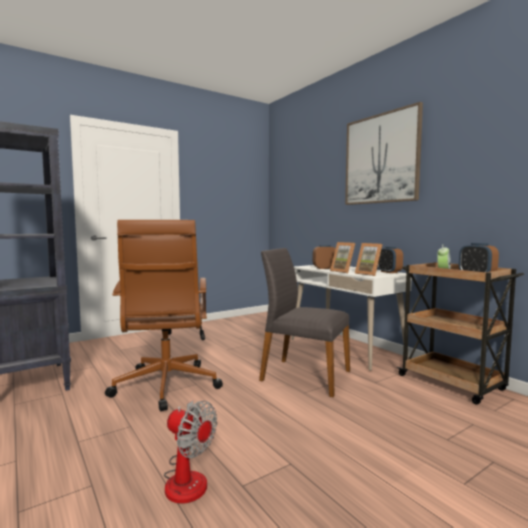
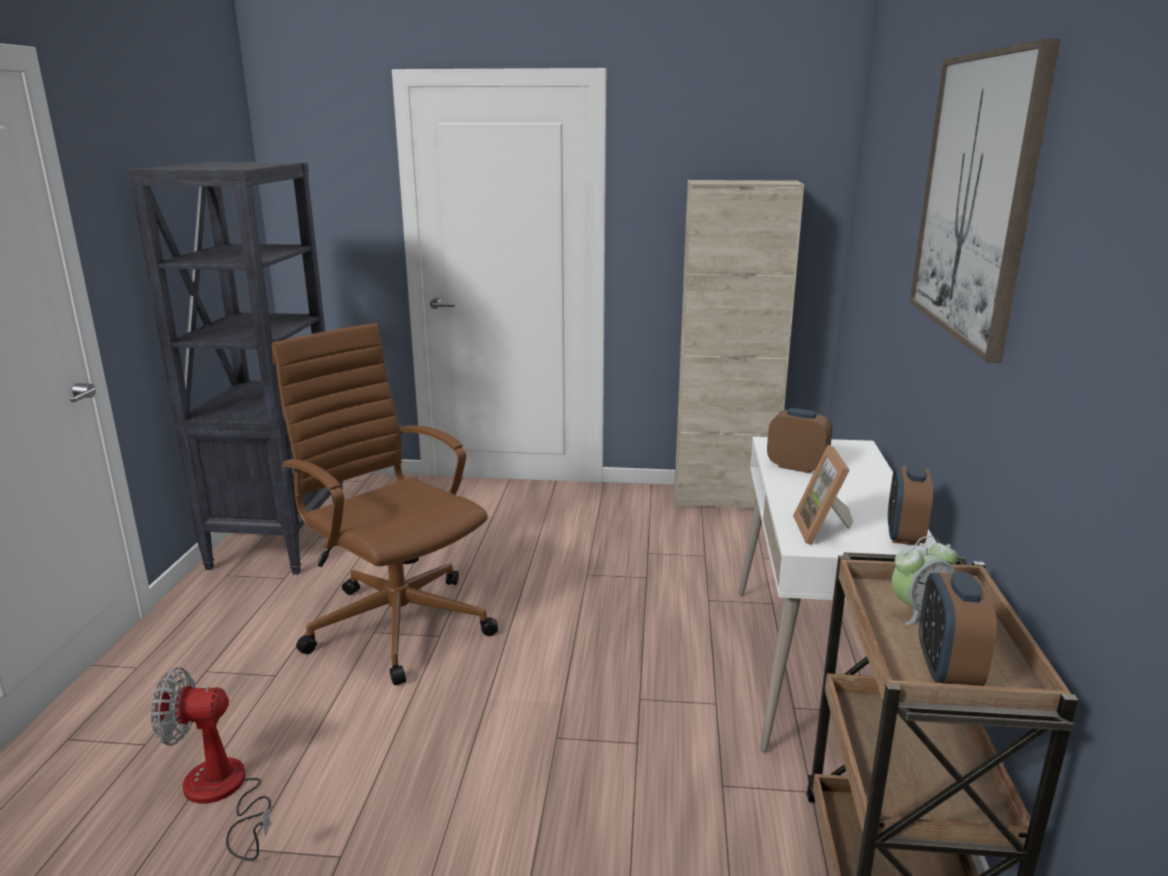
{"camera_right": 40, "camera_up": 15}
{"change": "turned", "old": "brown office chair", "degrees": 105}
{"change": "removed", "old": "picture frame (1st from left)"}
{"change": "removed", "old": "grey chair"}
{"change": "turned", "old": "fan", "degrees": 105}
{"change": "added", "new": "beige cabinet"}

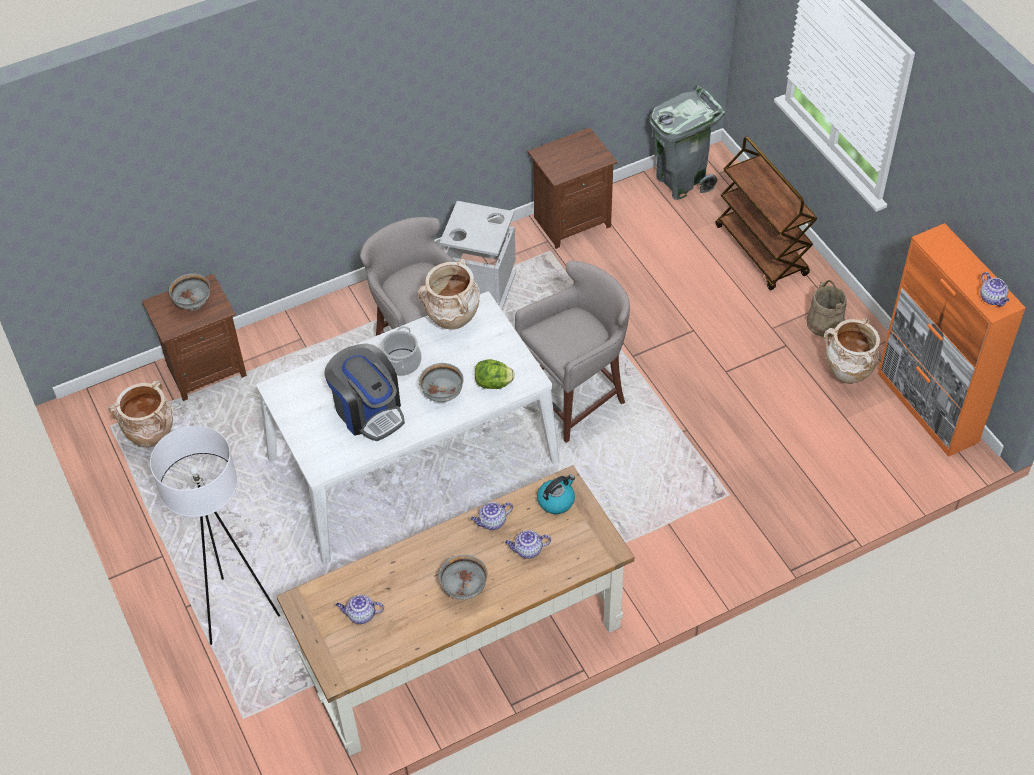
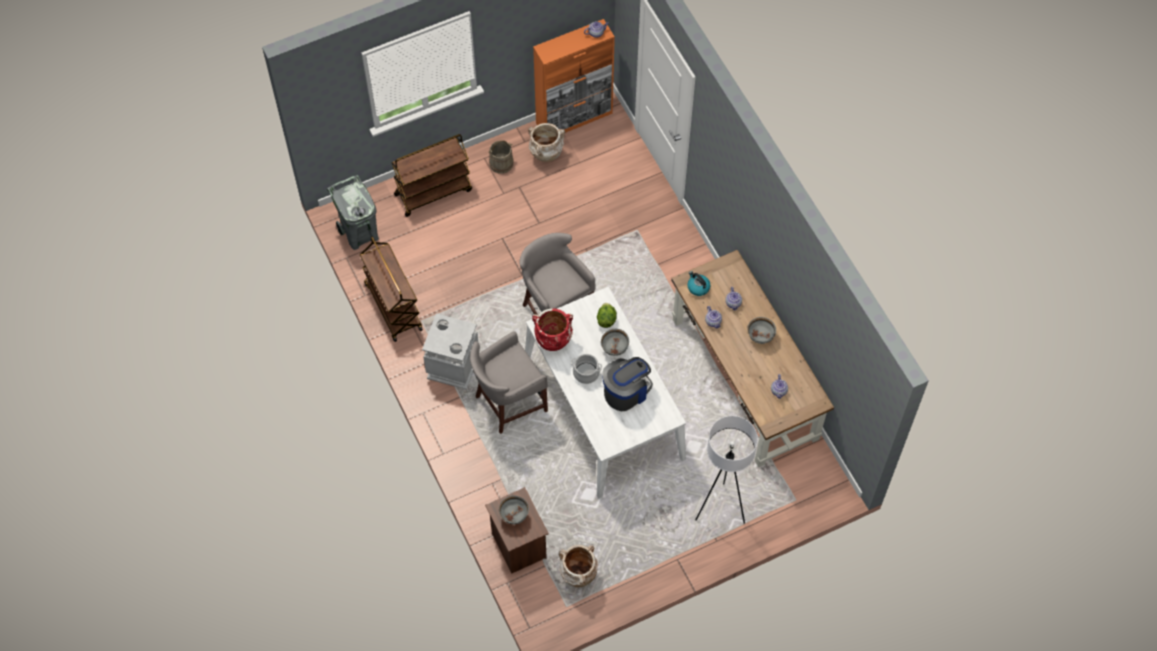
{"camera_right": -90, "camera_up": 10}
{"change": "replaced", "old": "brown nightstand (2nd from left)", "new": "brown cart (1st from left)"}
{"change": "recoloured", "old": "beige vase (2nd from left)", "new": "red vase"}

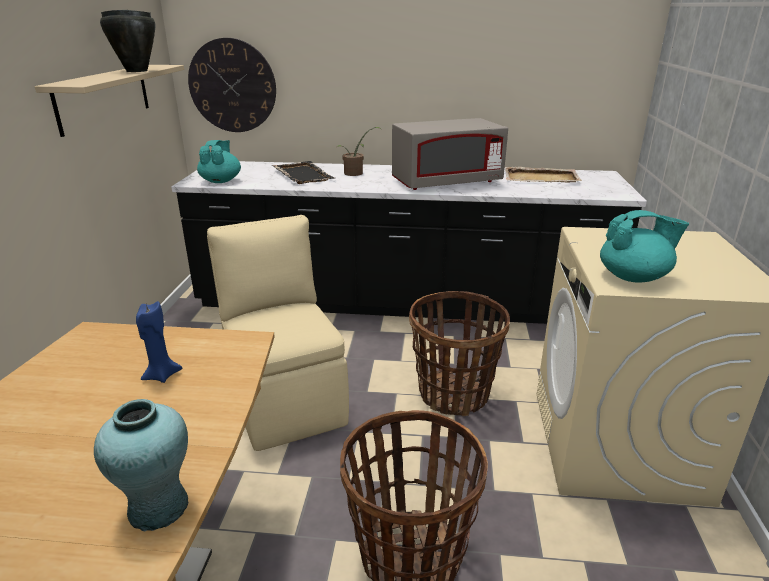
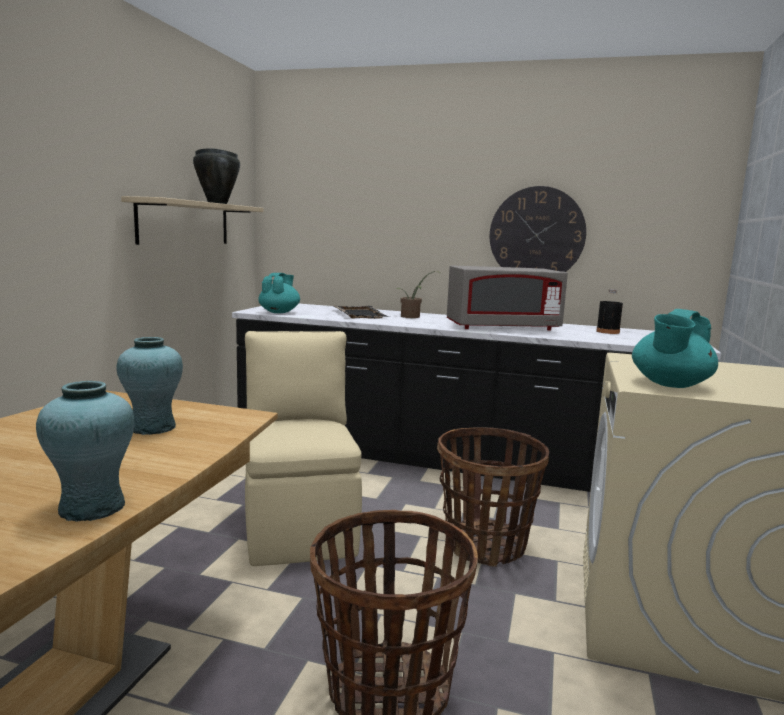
{"camera_right": 10, "camera_up": -15}
{"change": "moved", "old": "wall clock"}
{"change": "replaced", "old": "beige tray", "new": "black bottle"}
{"change": "turned", "old": "turquoise teapot (2nd from left)", "degrees": 120}
{"change": "replaced", "old": "blue candle", "new": "turquoise vase (2nd from left)"}

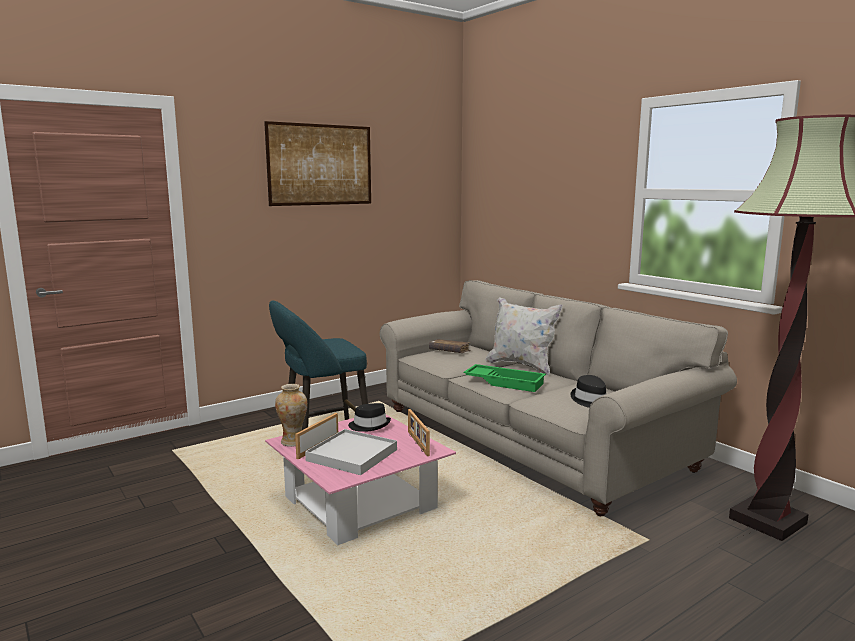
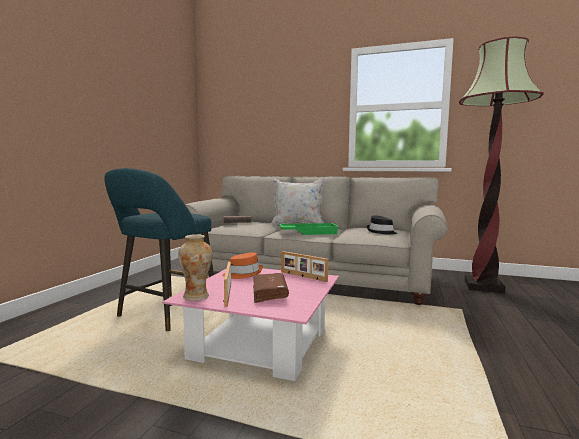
{"camera_right": -35, "camera_up": -5}
{"change": "removed", "old": "picture"}
{"change": "recoloured", "old": "black hat (1st from left)", "new": "orange hat"}
{"change": "replaced", "old": "white tray", "new": "brown book (2nd from left)"}

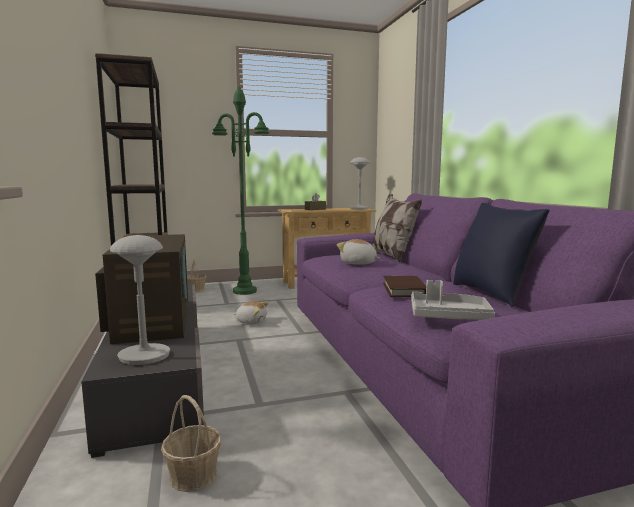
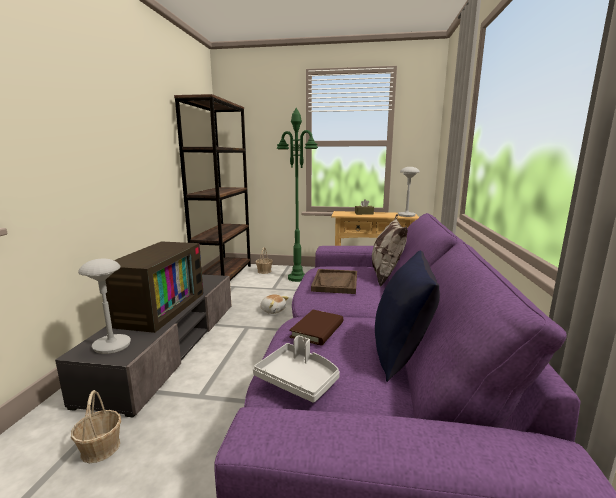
{"camera_right": 25, "camera_up": 5}
{"change": "replaced", "old": "plush toy (2nd from left)", "new": "brown tray"}

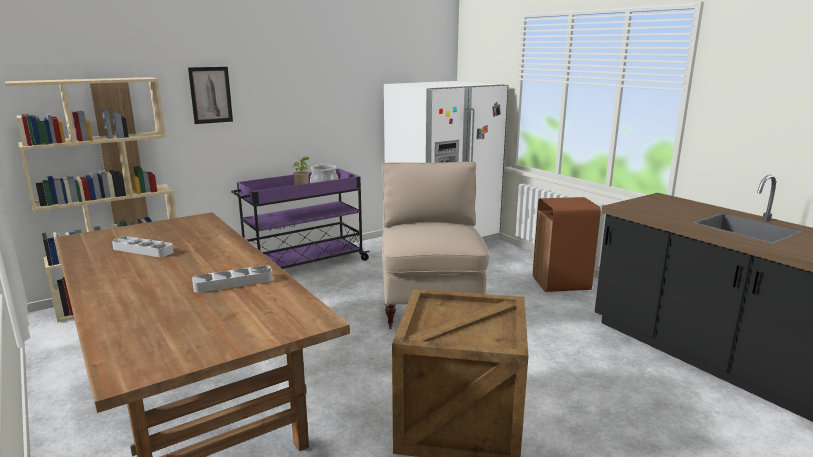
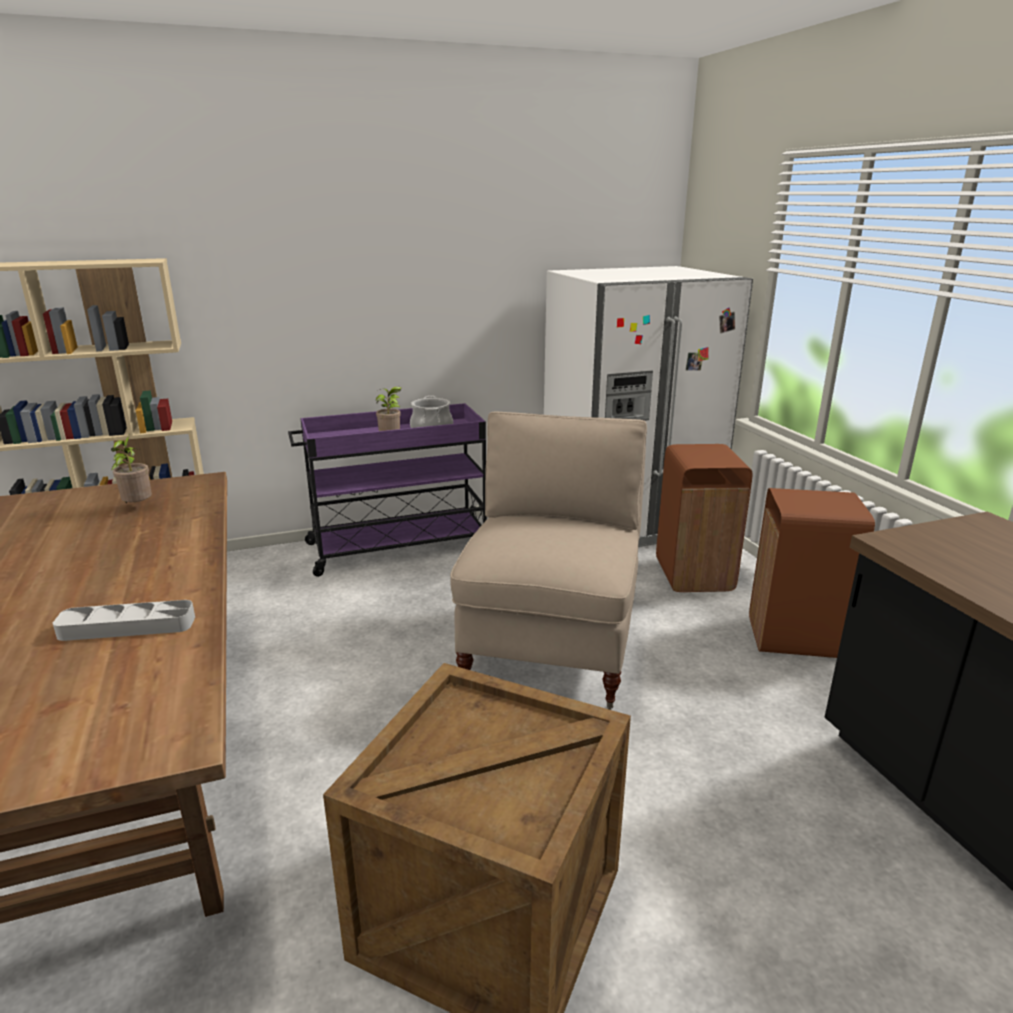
{"camera_right": 15, "camera_up": 5}
{"change": "removed", "old": "picture"}
{"change": "removed", "old": "grey tray (1st from left)"}
{"change": "added", "new": "potted plant (1st from left)"}
{"change": "added", "new": "brown trash can (1st from left)"}

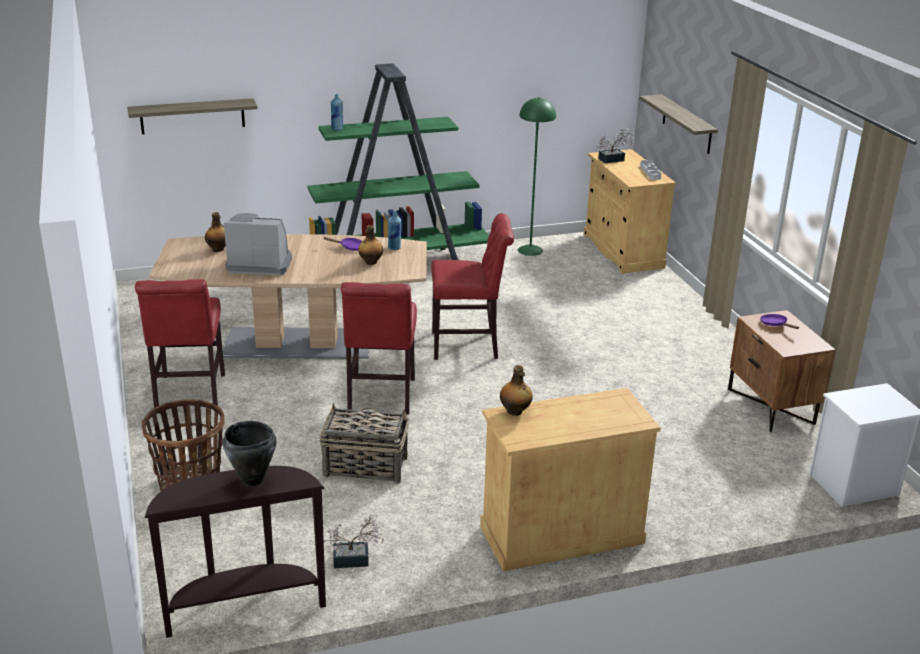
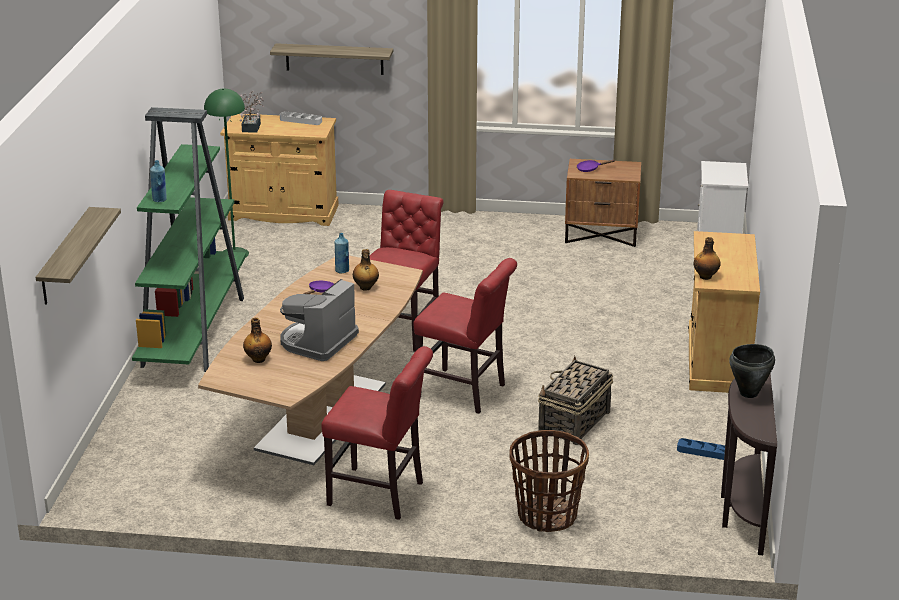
{"camera_right": -65, "camera_up": 0}
{"change": "replaced", "old": "potted plant (1st from left)", "new": "blue tray"}

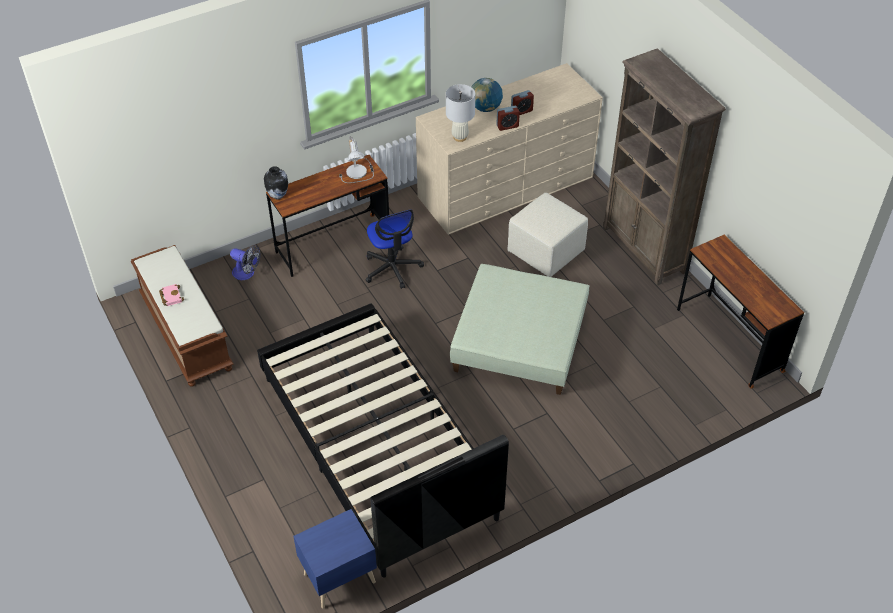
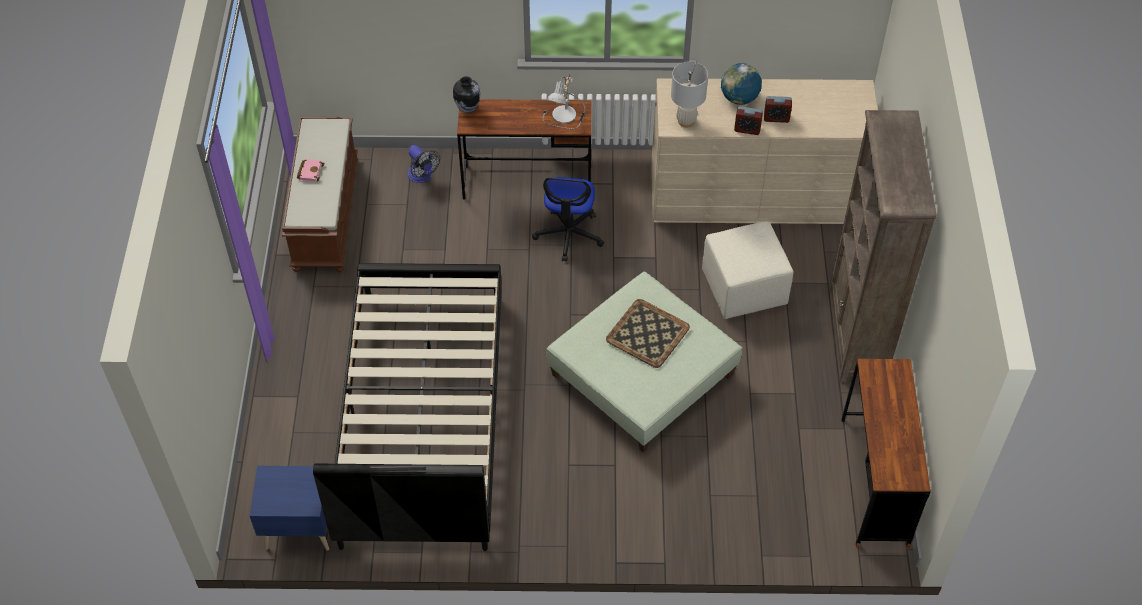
{"camera_right": 30, "camera_up": 5}
{"change": "added", "new": "tray"}

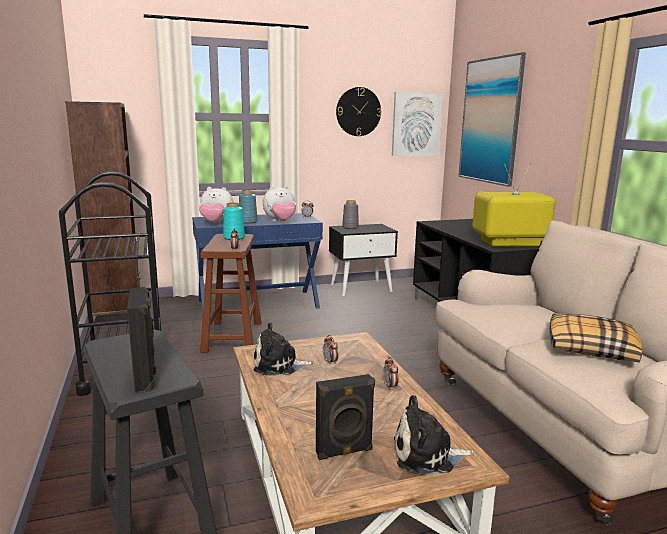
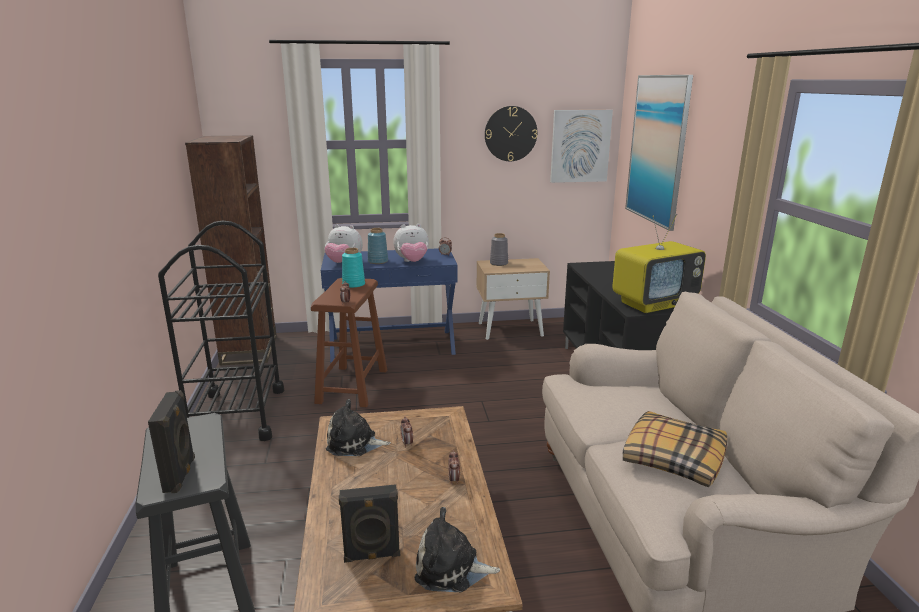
{"camera_right": 10, "camera_up": 5}
{"change": "turned", "old": "television", "degrees": 150}
{"change": "recoloured", "old": "black nightstand", "new": "beige nightstand"}

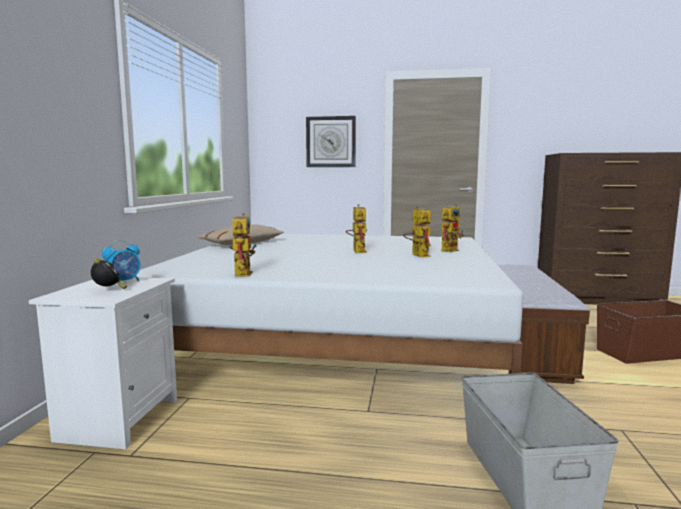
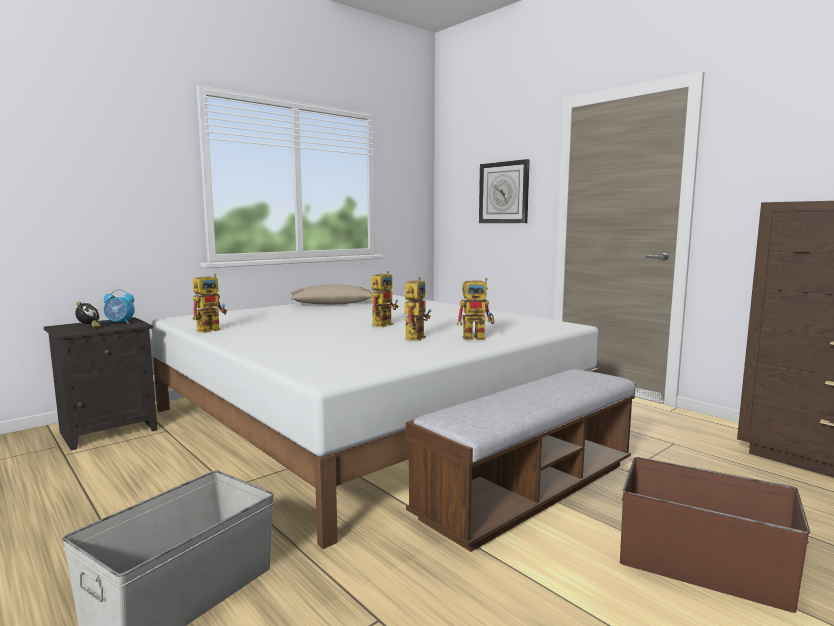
{"camera_right": 40, "camera_up": 0}
{"change": "recoloured", "old": "white nightstand", "new": "black nightstand"}

